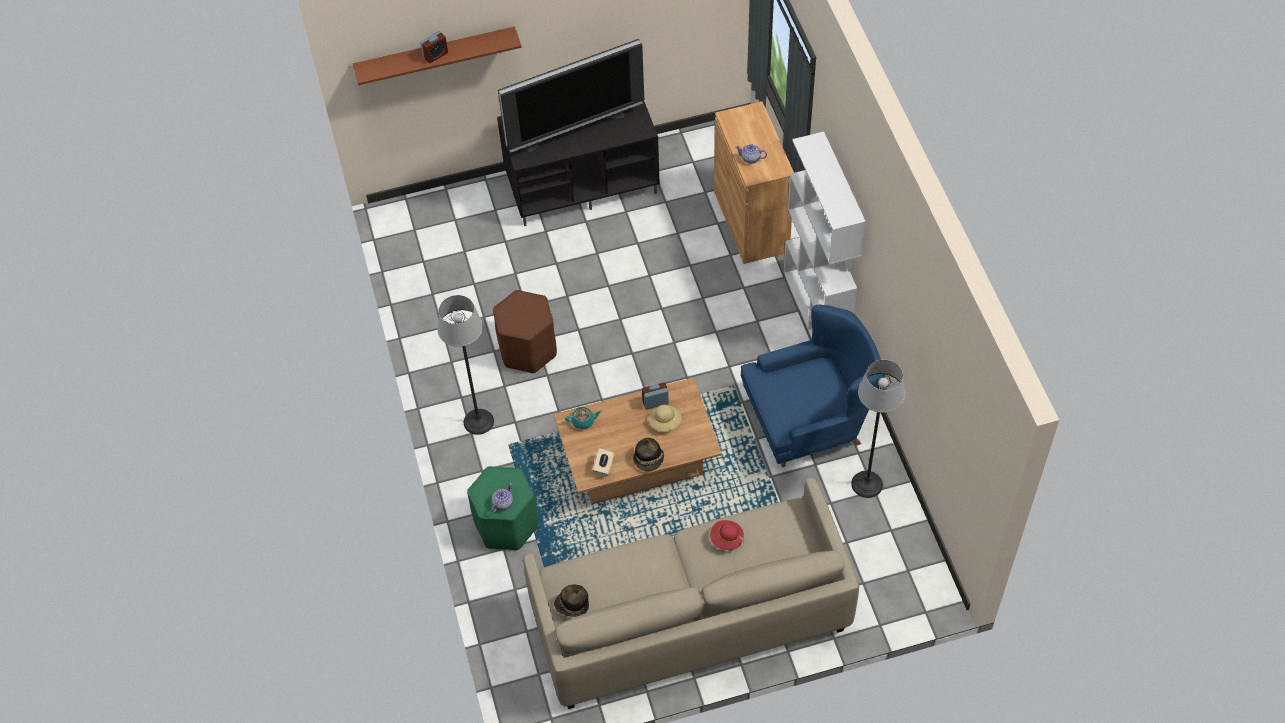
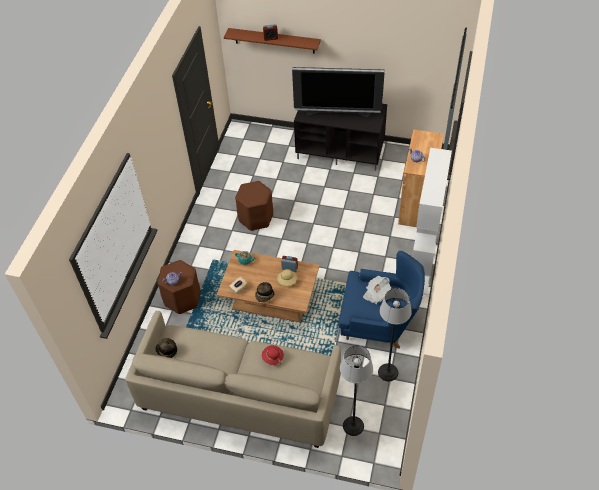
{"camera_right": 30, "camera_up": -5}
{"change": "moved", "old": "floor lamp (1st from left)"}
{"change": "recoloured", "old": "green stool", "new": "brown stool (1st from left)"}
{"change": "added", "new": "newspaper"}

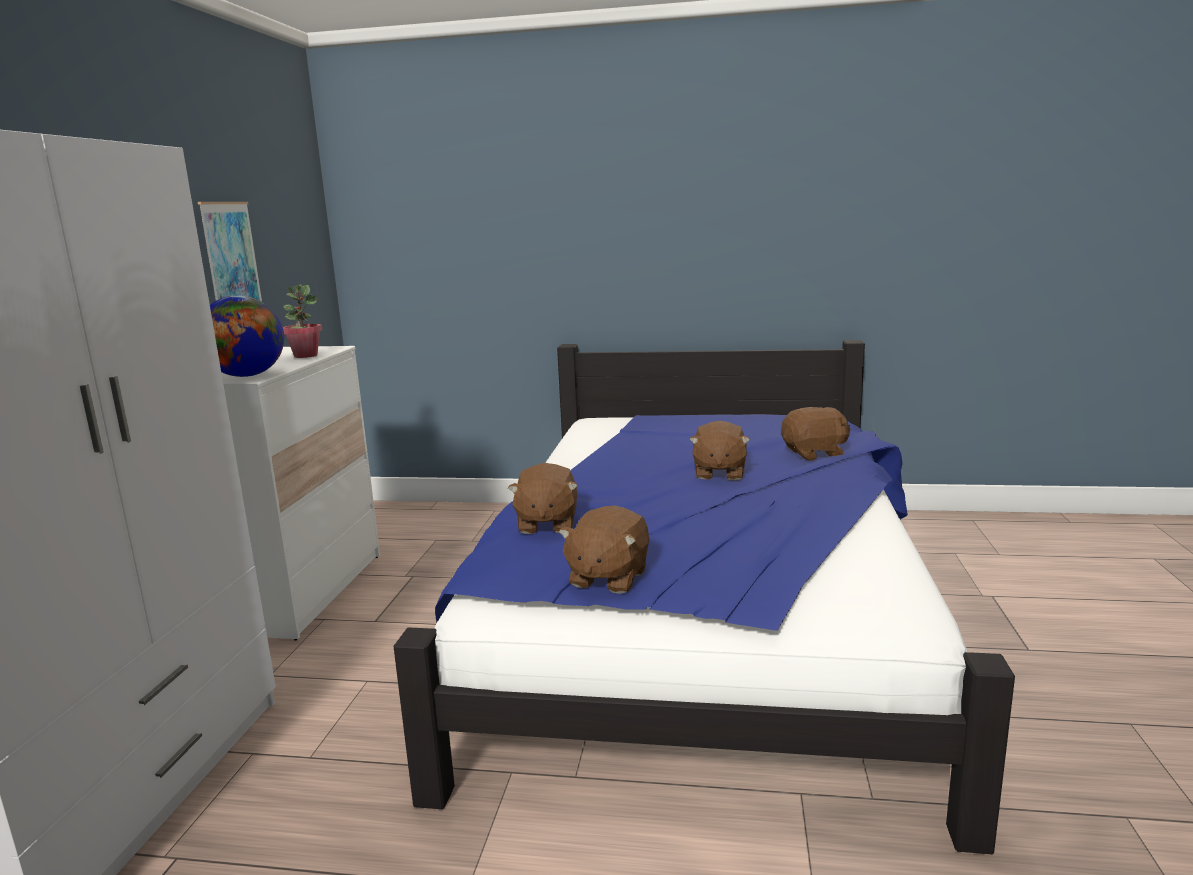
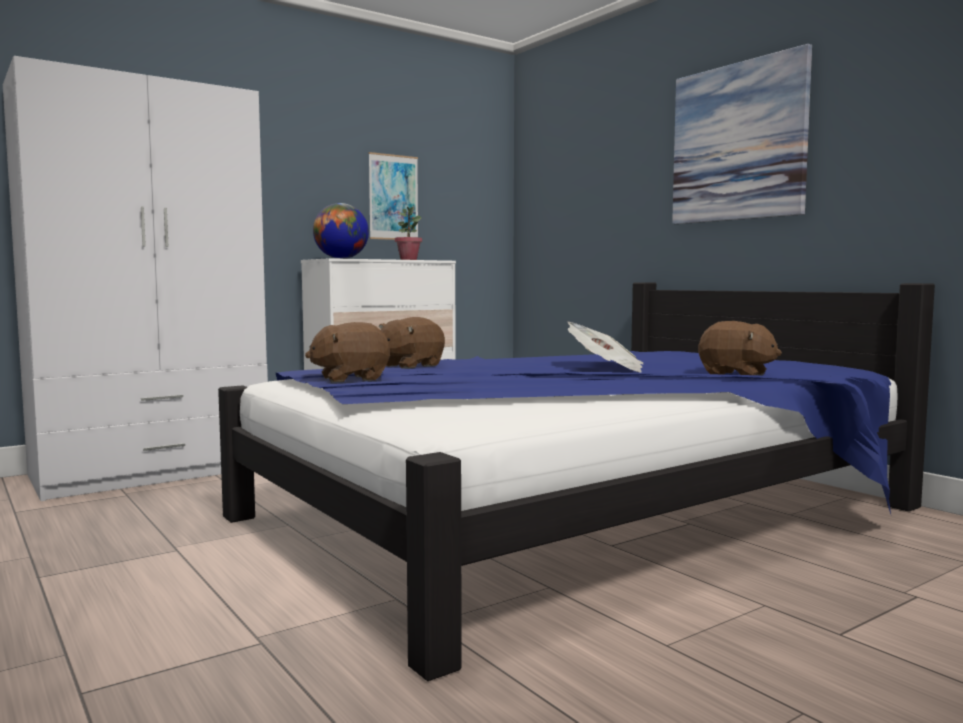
{"camera_right": 45, "camera_up": -10}
{"change": "replaced", "old": "brown plush toy (3rd from left)", "new": "newspaper"}
{"change": "added", "new": "picture (2nd from left)"}

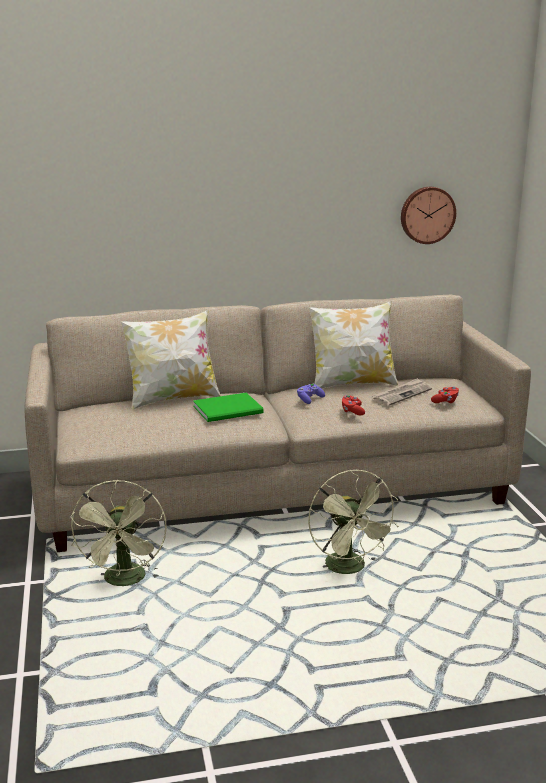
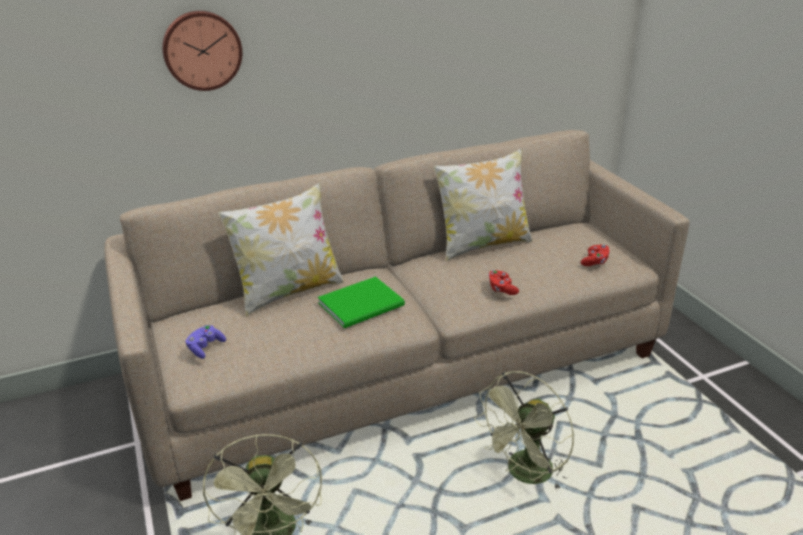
{"camera_right": -10, "camera_up": 10}
{"change": "moved", "old": "wall clock"}
{"change": "removed", "old": "newspaper"}
{"change": "moved", "old": "purple game controller"}
{"change": "turned", "old": "green fan (2nd from left)", "degrees": 75}

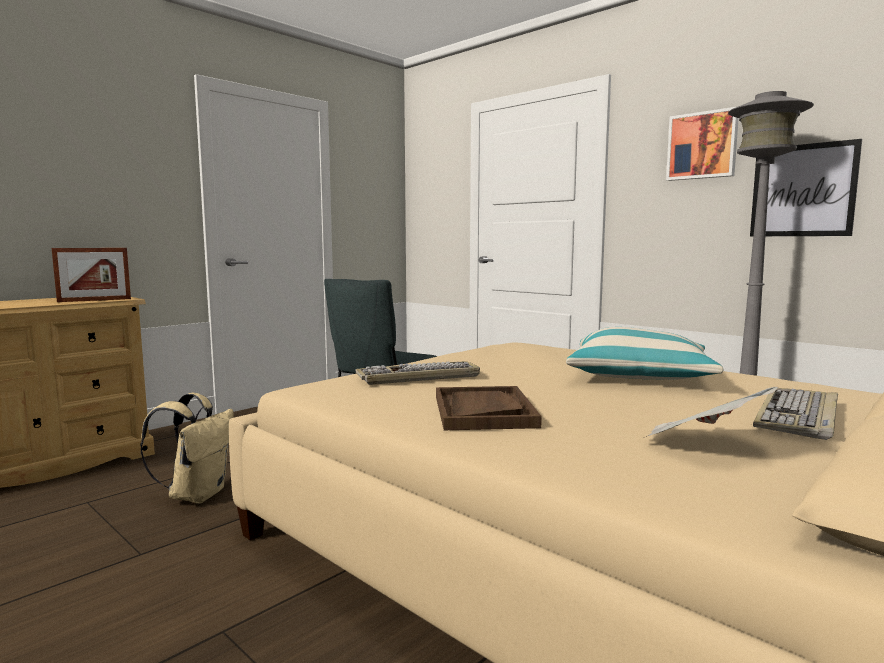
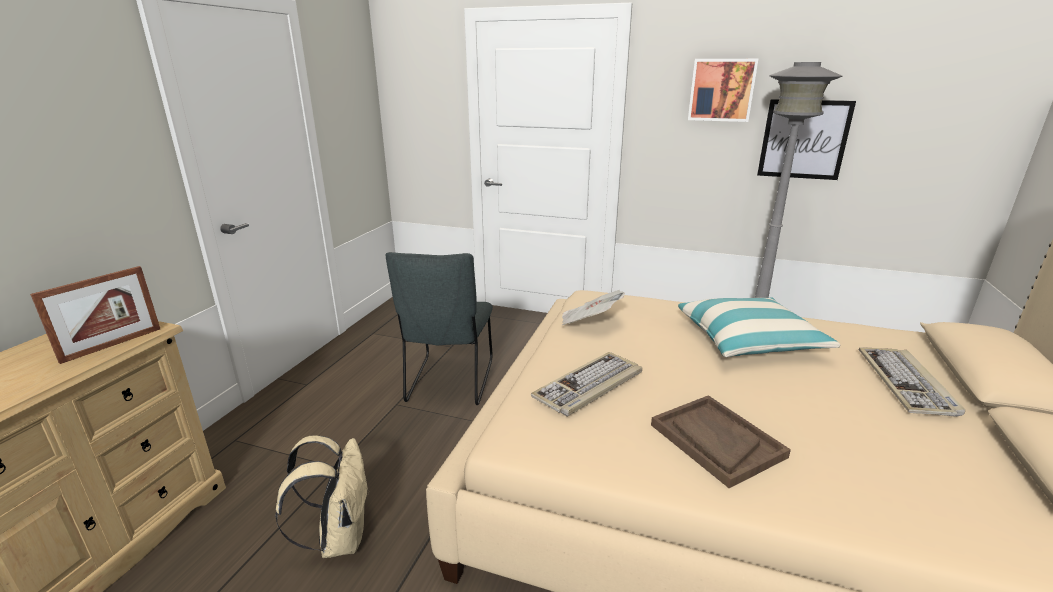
{"camera_right": -25, "camera_up": 15}
{"change": "moved", "old": "newspaper"}

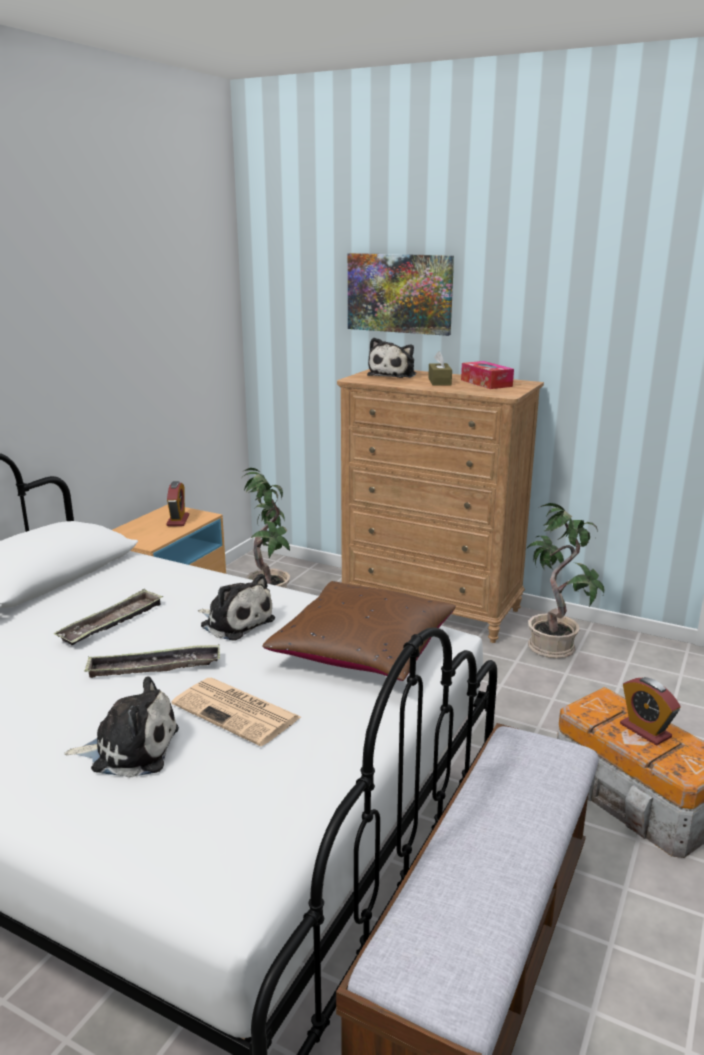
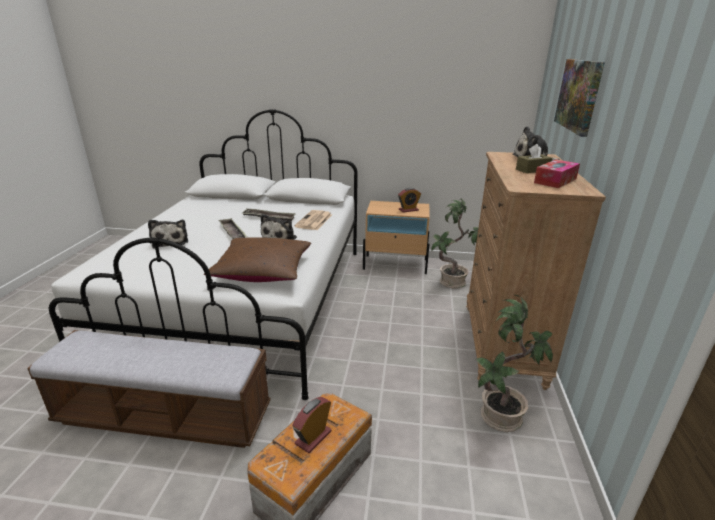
{"camera_right": 70, "camera_up": 5}
{"change": "moved", "old": "newspaper"}

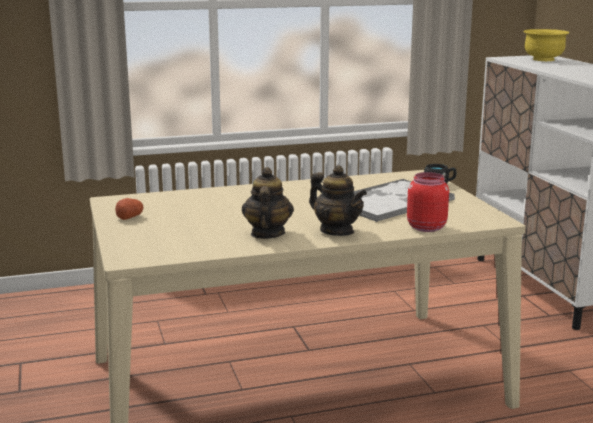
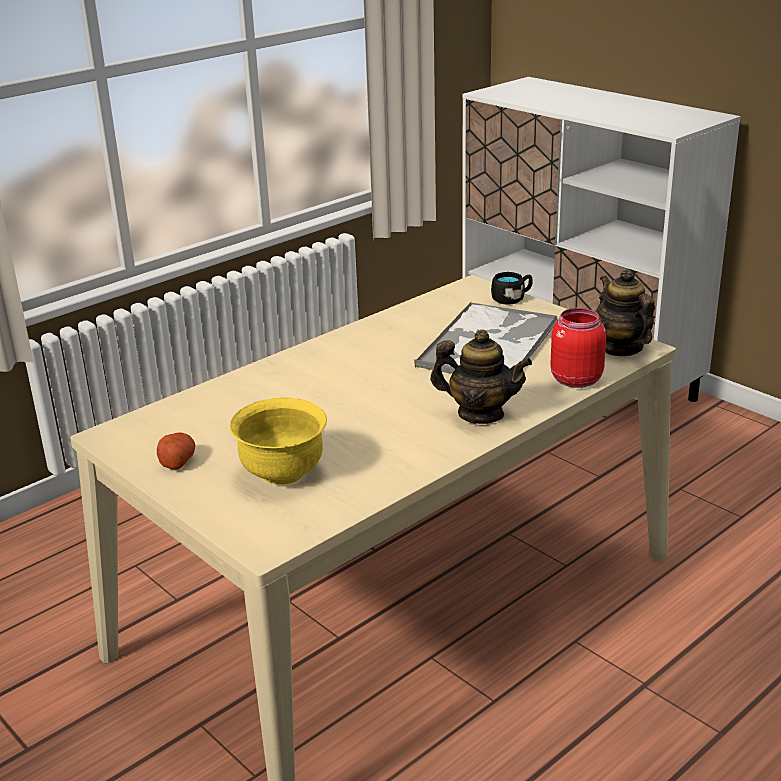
{"camera_right": -25, "camera_up": 10}
{"change": "moved", "old": "yellow bowl"}
{"change": "moved", "old": "teapot (1st from left in the first image)", "new": "teapot (2nd from left)"}

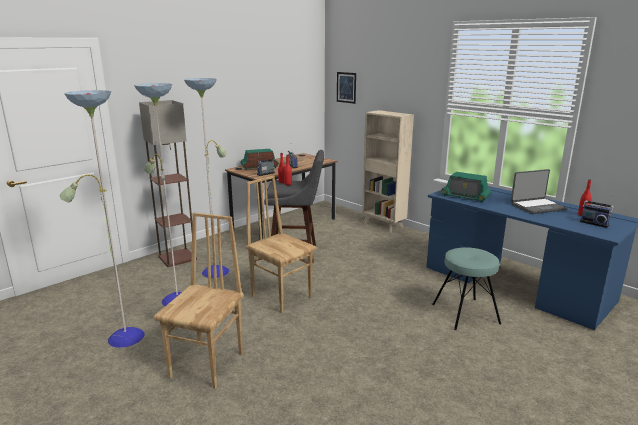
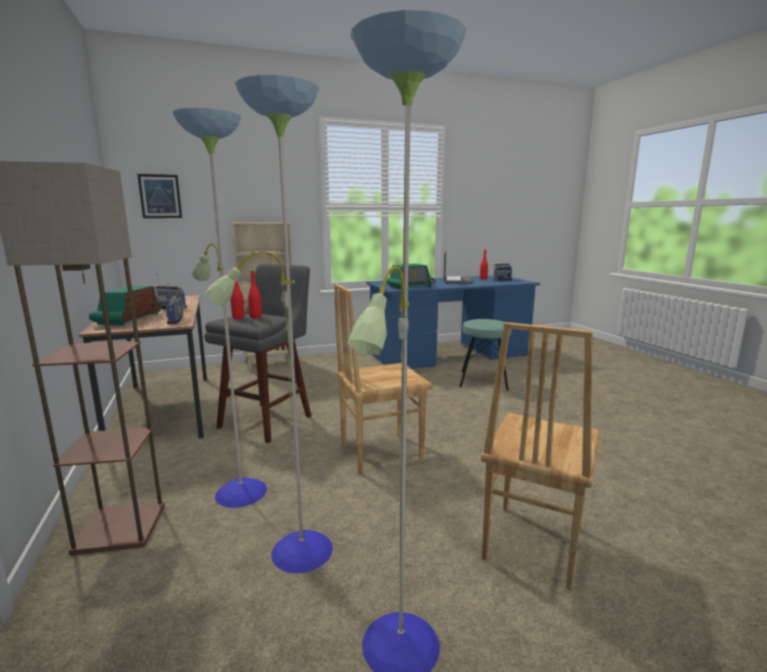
{"camera_right": -65, "camera_up": -5}
{"change": "turned", "old": "brown chair (1st from left in the first image)", "degrees": -105}

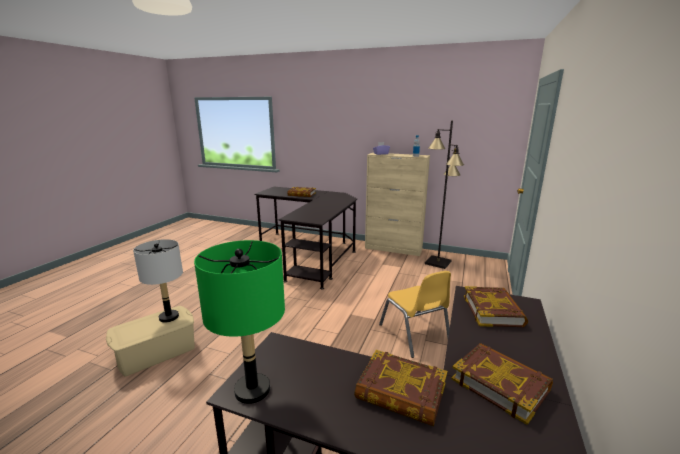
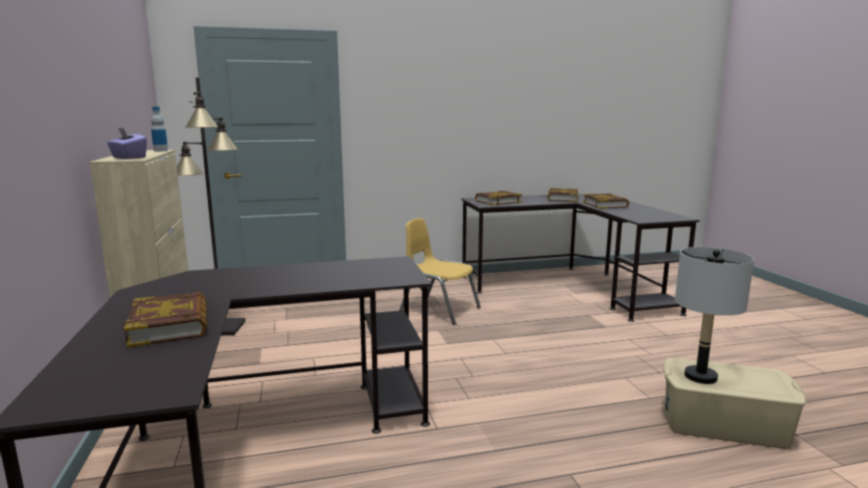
{"camera_right": -125, "camera_up": -5}
{"change": "removed", "old": "green table lamp"}
{"change": "turned", "old": "yellow chair", "degrees": -90}

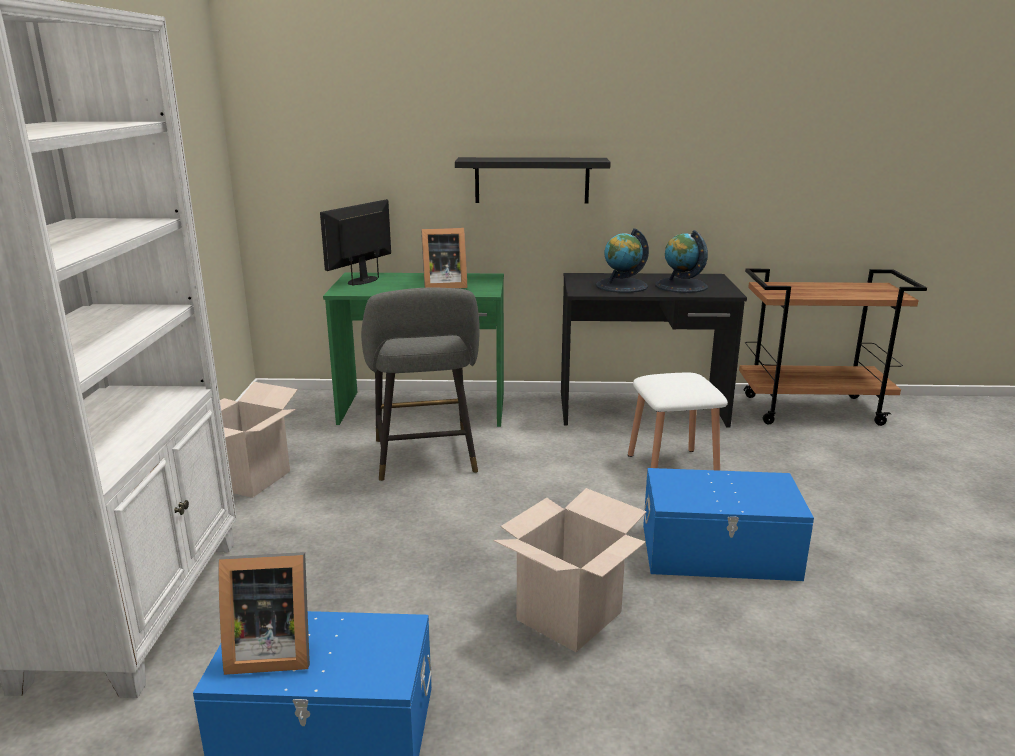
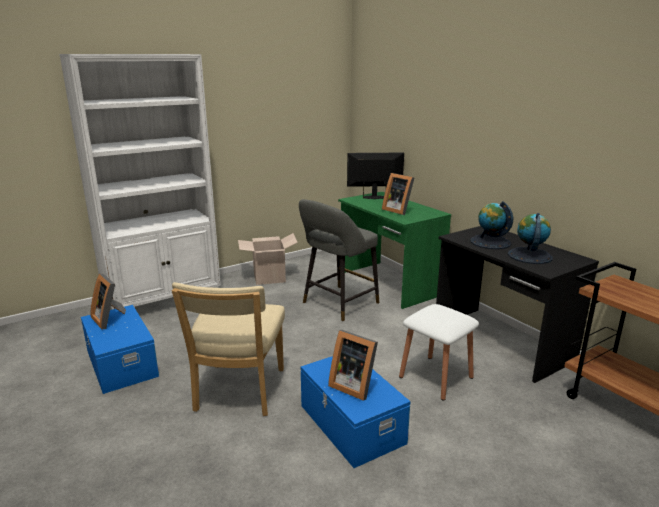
{"camera_right": 55, "camera_up": 0}
{"change": "removed", "old": "black shelf"}
{"change": "replaced", "old": "cardboard box (2nd from left)", "new": "beige chair"}
{"change": "added", "new": "picture frame (2nd from left)"}

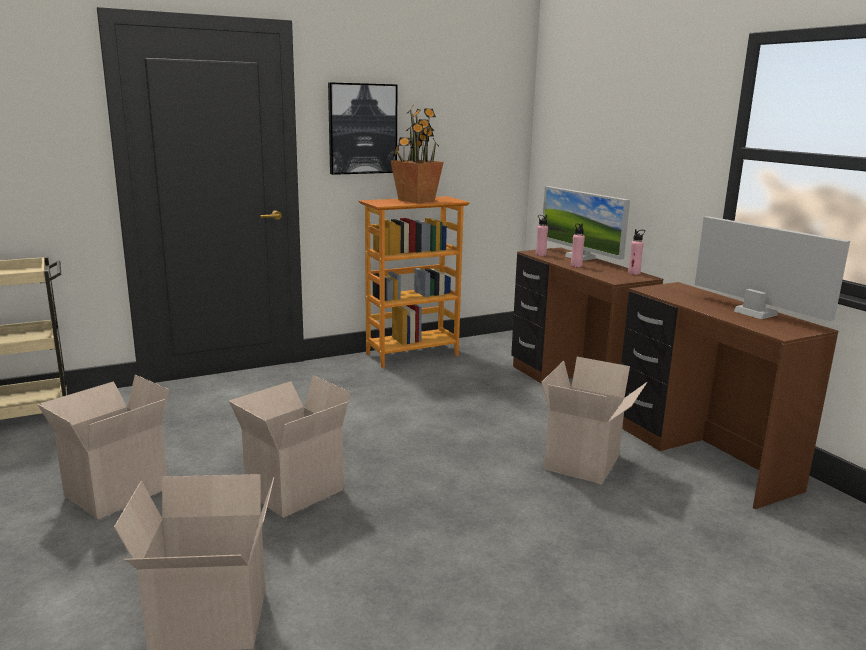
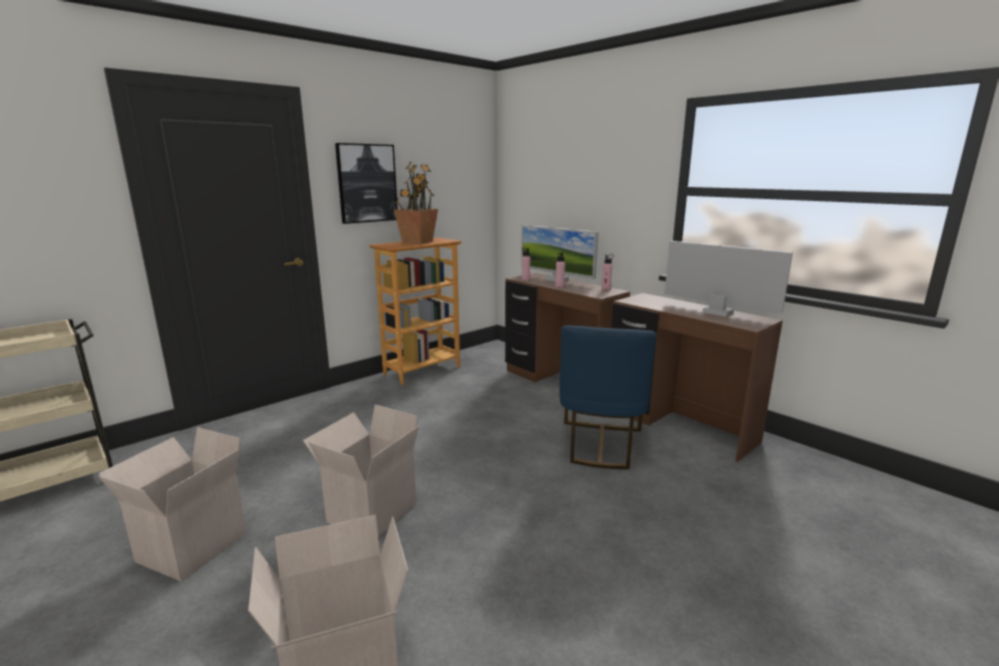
{"camera_right": -15, "camera_up": 0}
{"change": "replaced", "old": "cardboard box (4th from left)", "new": "blue chair"}

